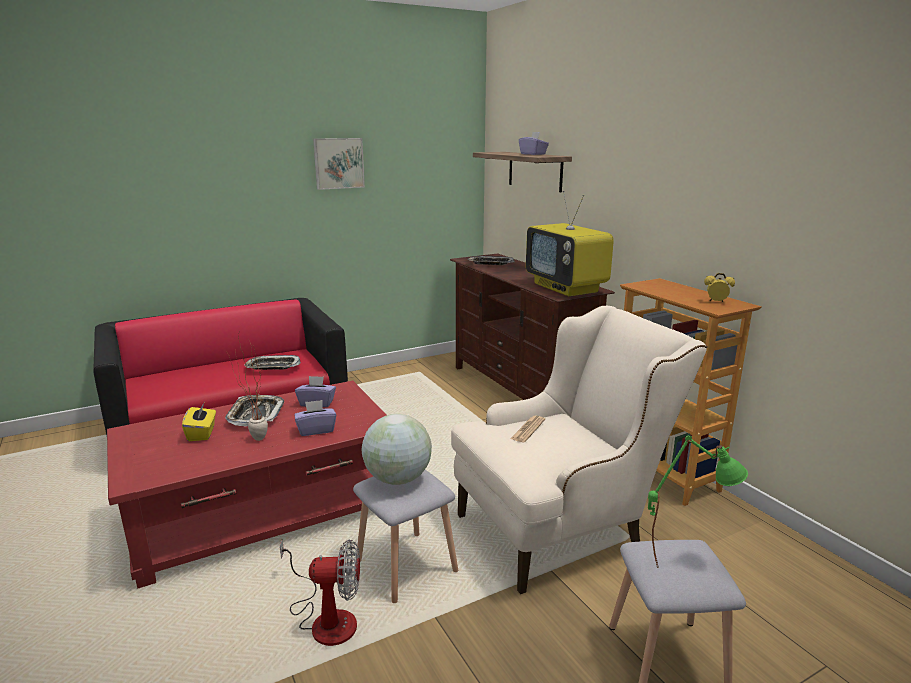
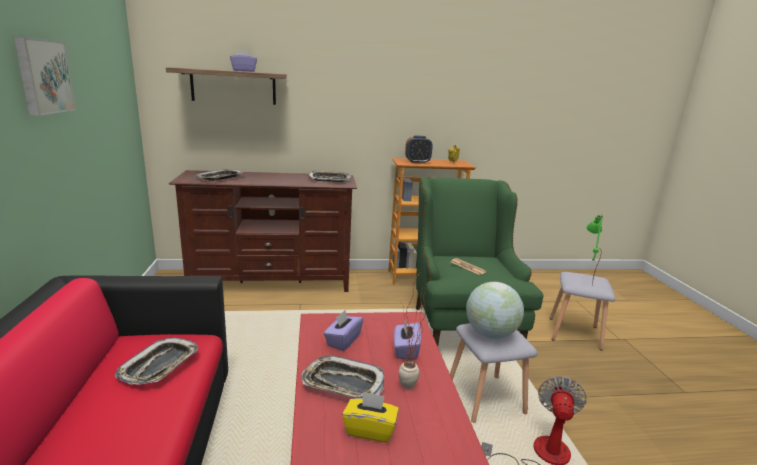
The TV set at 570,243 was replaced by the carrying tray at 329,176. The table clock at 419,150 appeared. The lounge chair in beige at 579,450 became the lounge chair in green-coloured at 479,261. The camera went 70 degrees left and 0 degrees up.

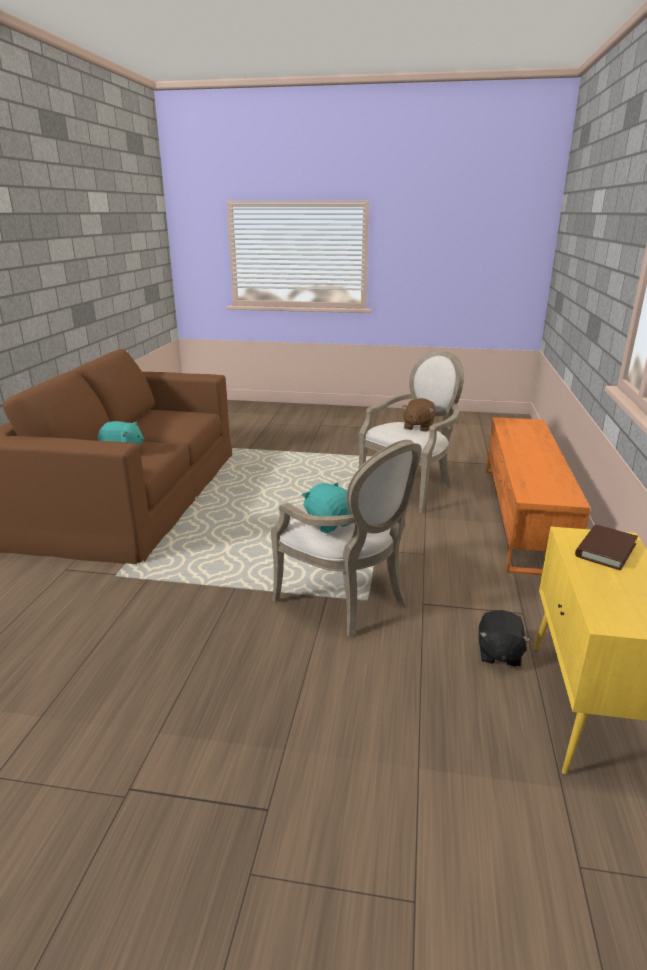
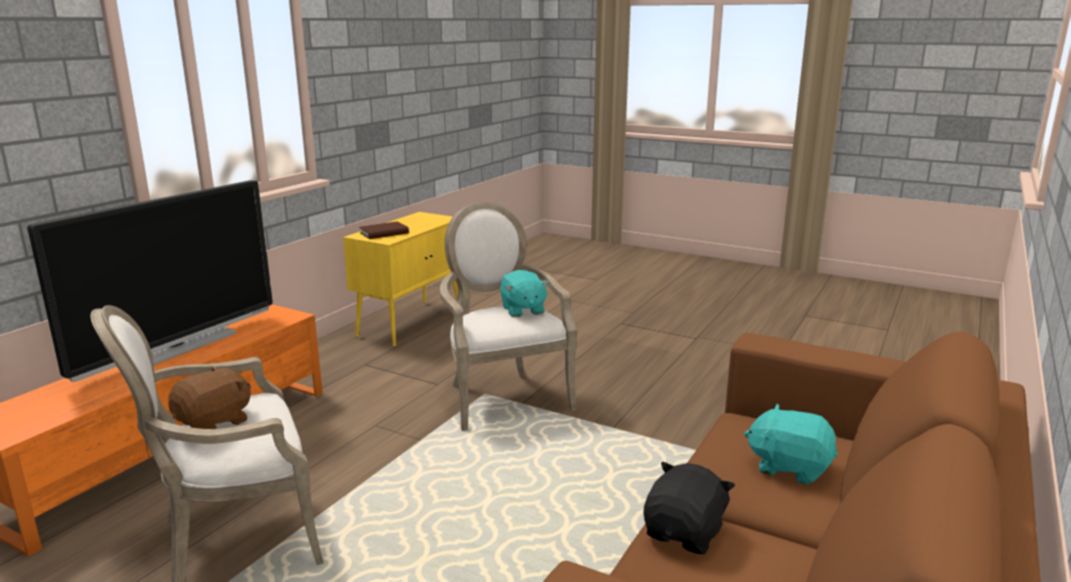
The TV set at 150,281 appeared. The soft toy in black moved from 505,638 to 689,508. The camera went 160 degrees left and 5 degrees down.

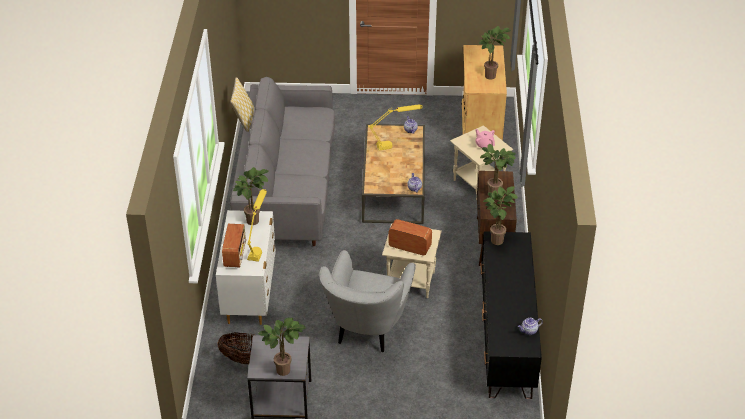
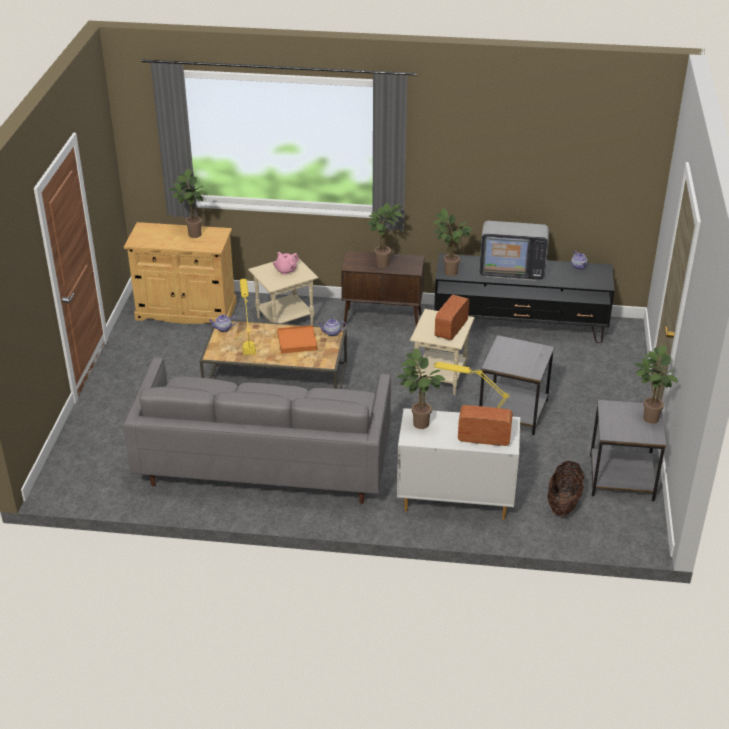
The carrying tray in orangey at 297,339 appeared. The TV set at 514,251 appeared. The lounge chair in greyish at 367,301 was replaced by the side table in greyish at 516,385. The pillow at 242,104 disappeared. The camera went 85 degrees left and 5 degrees down.

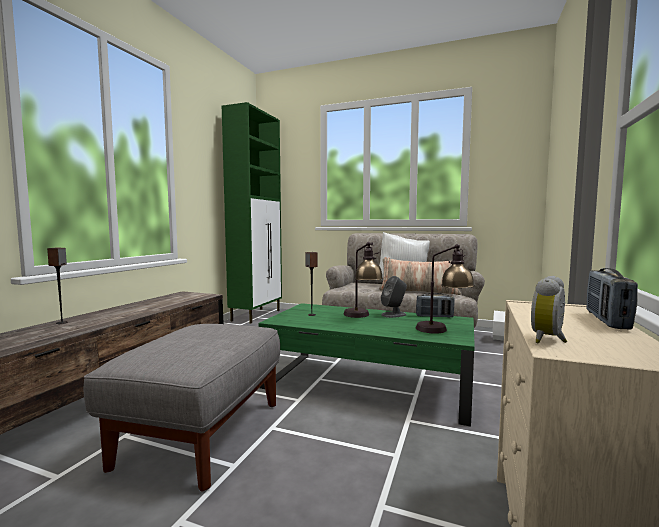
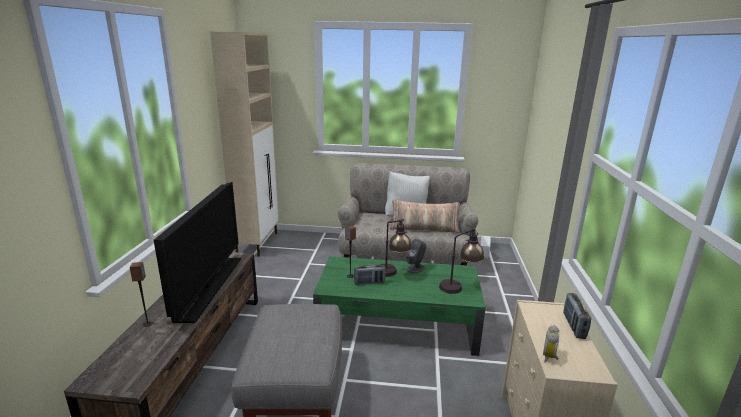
The TV set at 197,252 appeared. The cabinet in green-coloured at 252,213 became the cabinet in beige at 244,144. The radio receiver moved from 435,305 to 370,275. The camera went 15 degrees left and 15 degrees up.

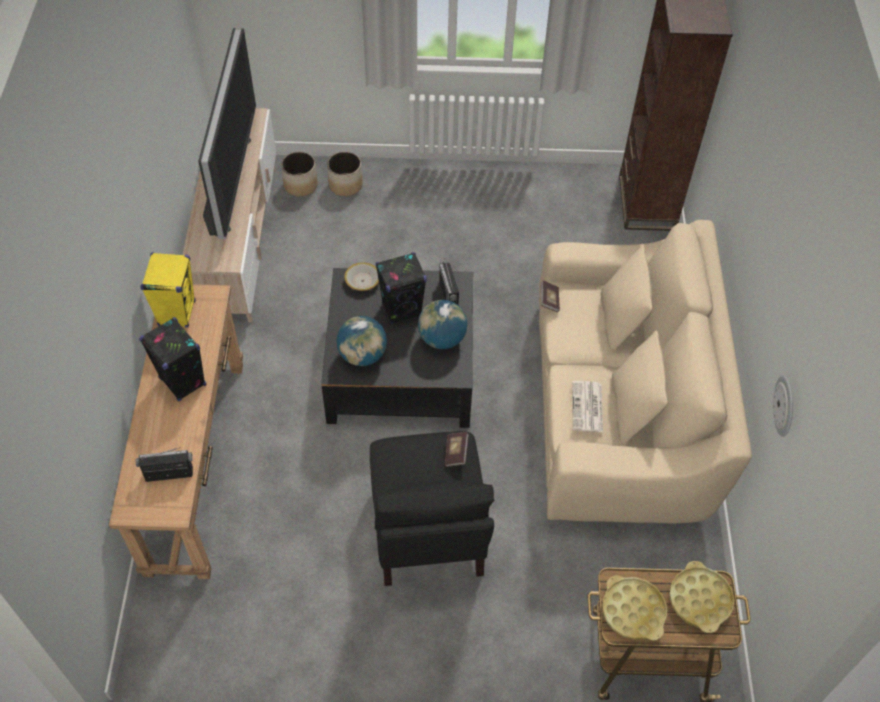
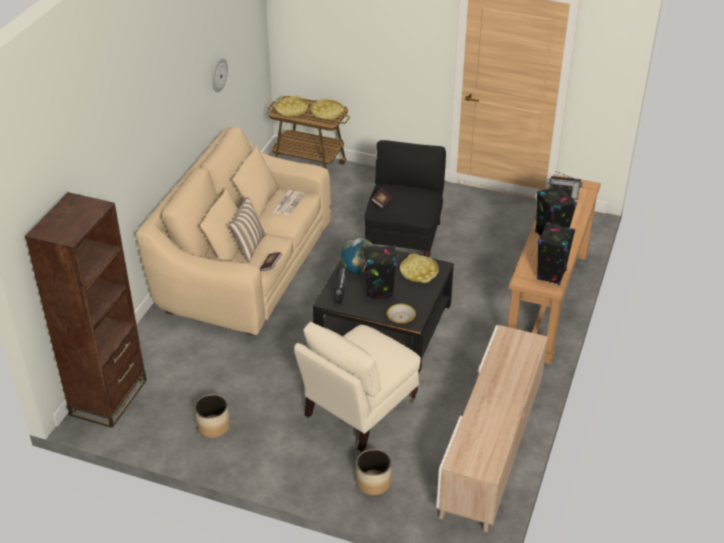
The plant pot moved from 299,174 to 212,416. The pillow at 247,230 appeared. The lounge chair in beige at 357,387 appeared. The globe at 362,341 was replaced by the carrying tray in yellow-coloured at 419,268. The loudspeaker in yellow-coloured at 167,290 became the loudspeaker in black at 556,254. The TV set at 227,133 disappeared. The camera went 160 degrees left and 15 degrees down.

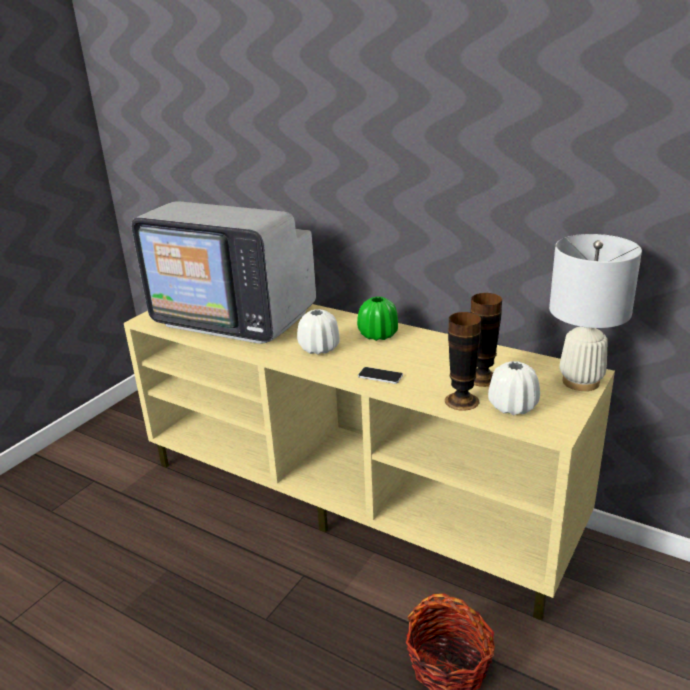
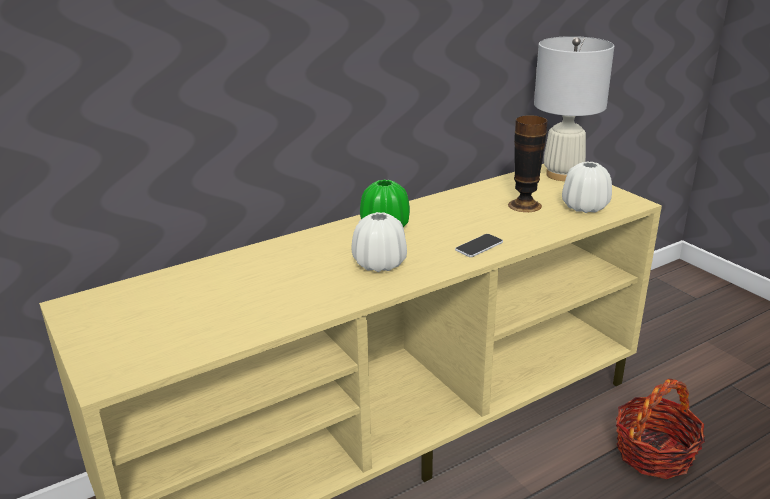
The TV set at 223,272 disappeared. The vase at 463,361 disappeared. The camera went 65 degrees left and 0 degrees up.

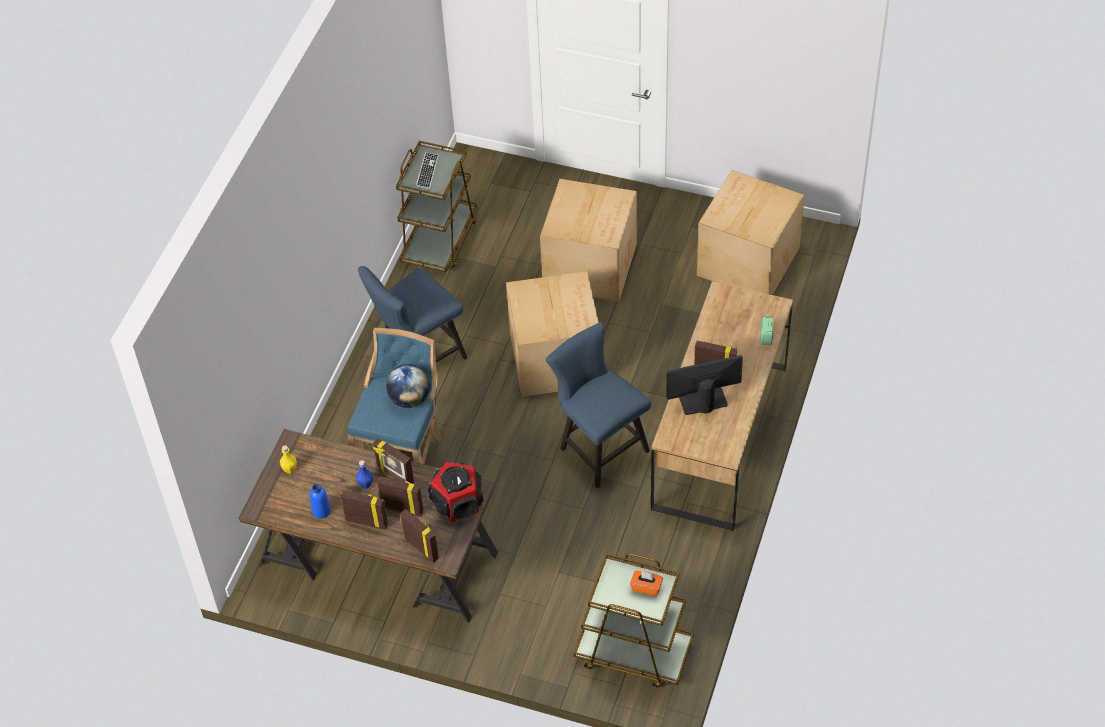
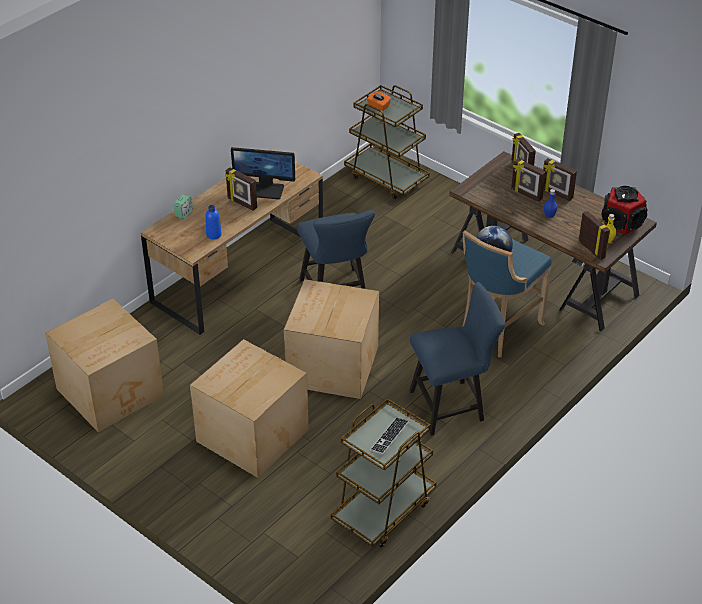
The drink bottle in blue moved from 320,501 to 213,222. The photo frame moved from 393,461 to 594,235. The loudspeaker moved from 455,492 to 624,210. The camera went 160 degrees left and 10 degrees down.

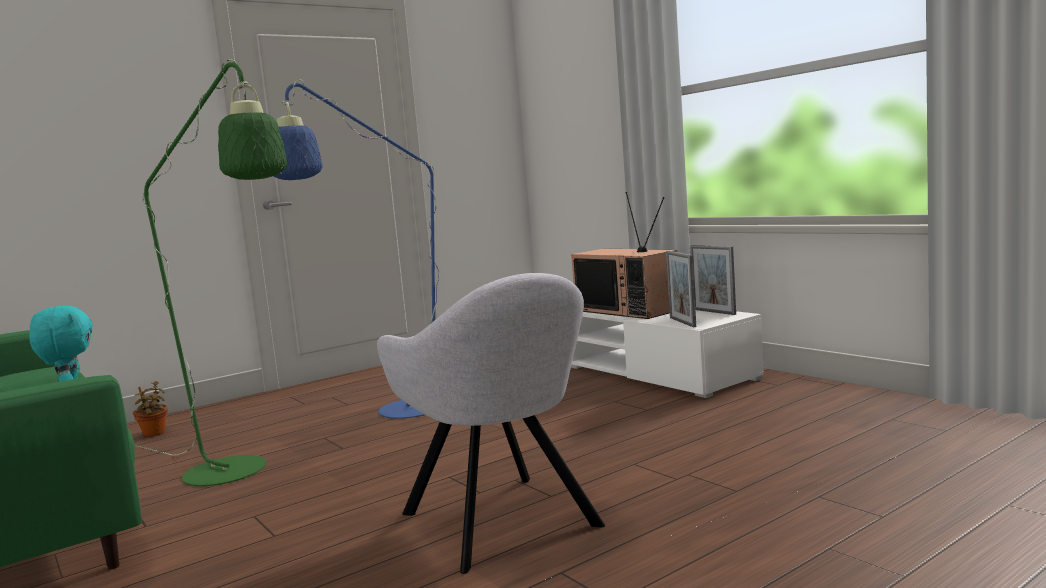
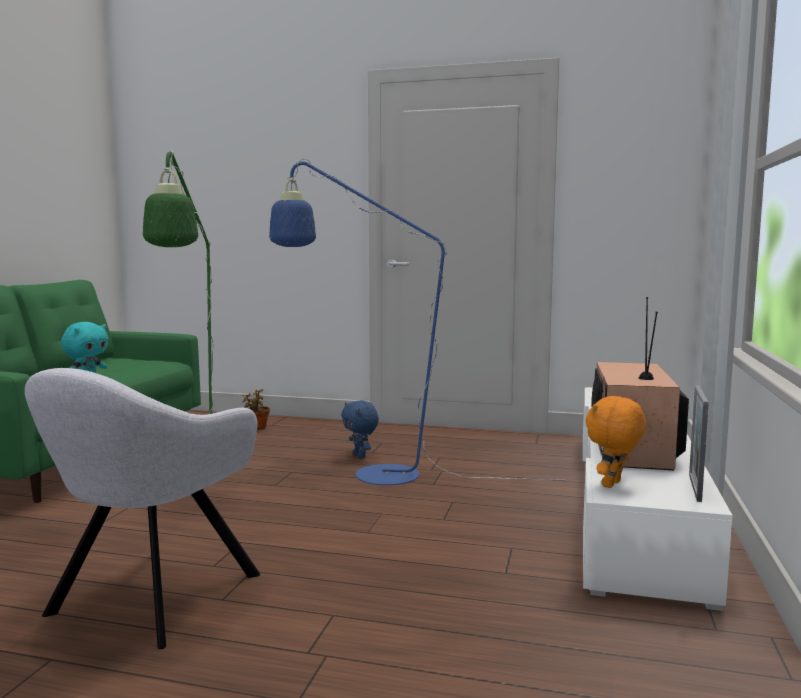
The soft toy in blue at 360,429 appeared. The photo frame at 681,289 was replaced by the soft toy in orangey at 616,442. The camera went 50 degrees right and 0 degrees up.

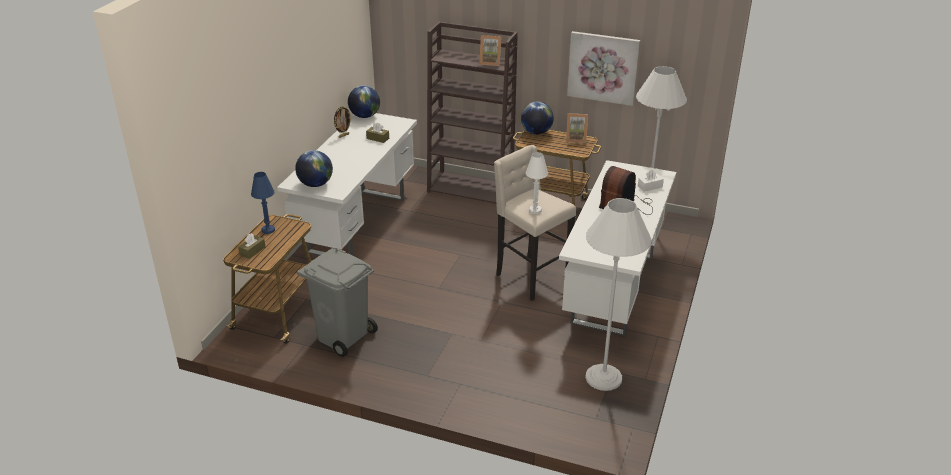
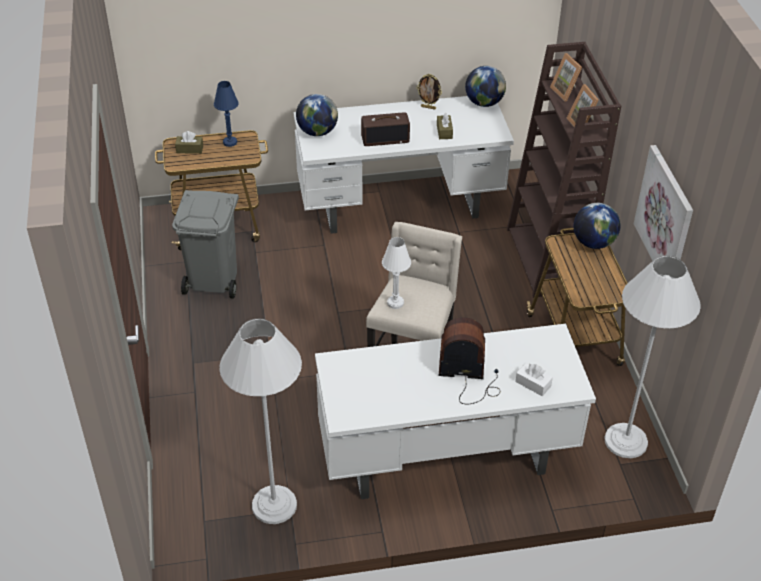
The radio receiver at 385,129 appeared. The photo frame moved from 577,128 to 566,77. The camera went 60 degrees right and 10 degrees up.

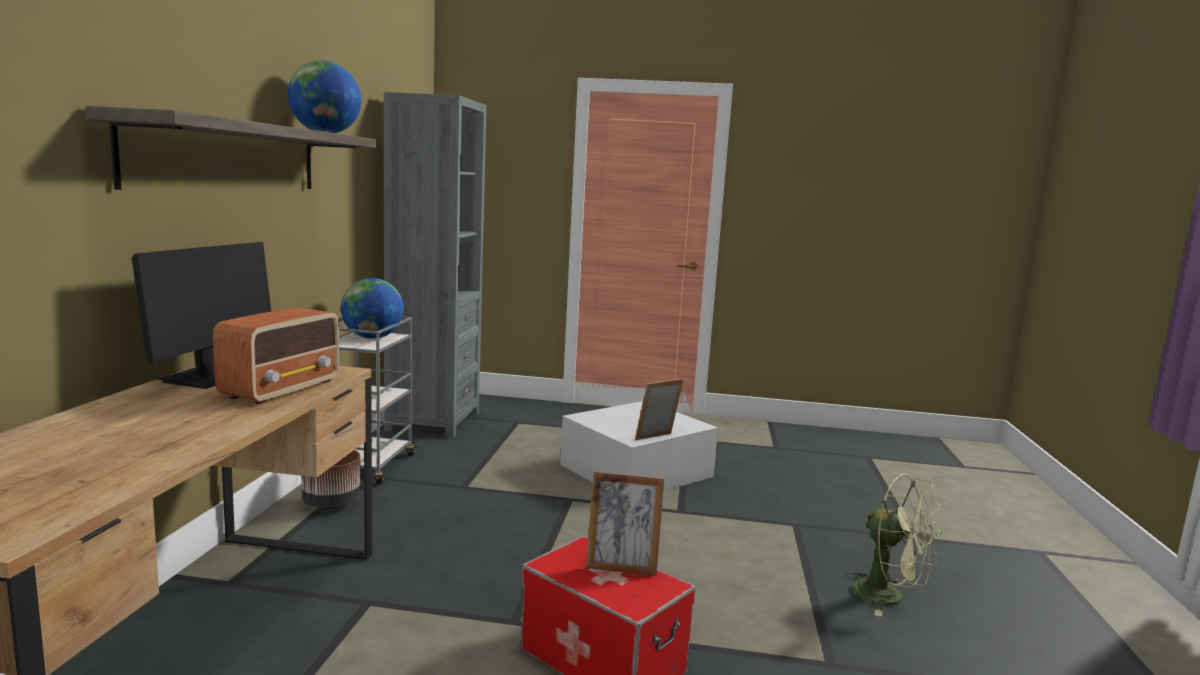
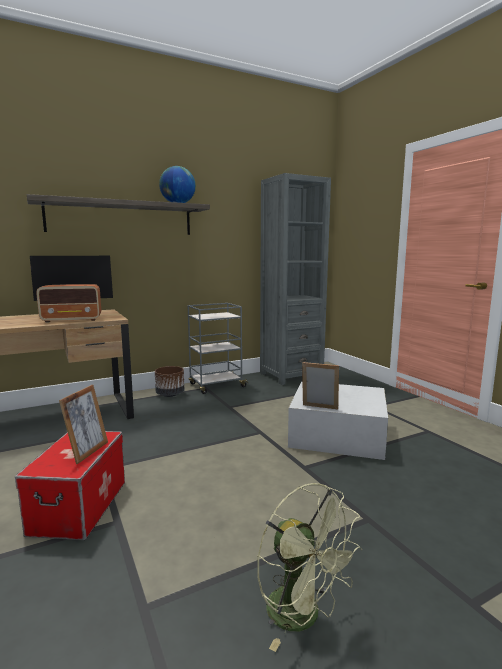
The photo frame at 625,523 turned 135 degrees counterclockwise. The electric fan in green-coloured at 893,545 turned 45 degrees counterclockwise. The globe at 372,308 disappeared. The camera went 55 degrees right and 0 degrees up.

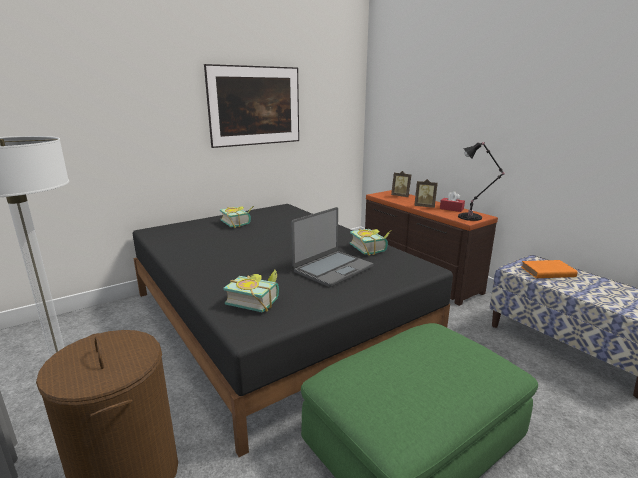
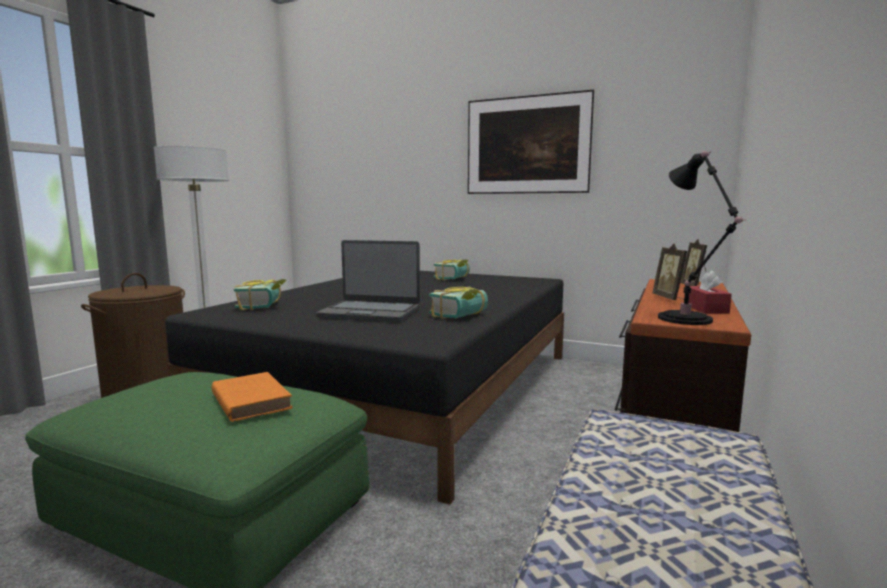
The book in orangey moved from 549,269 to 252,397. The camera went 60 degrees right and 10 degrees down.

